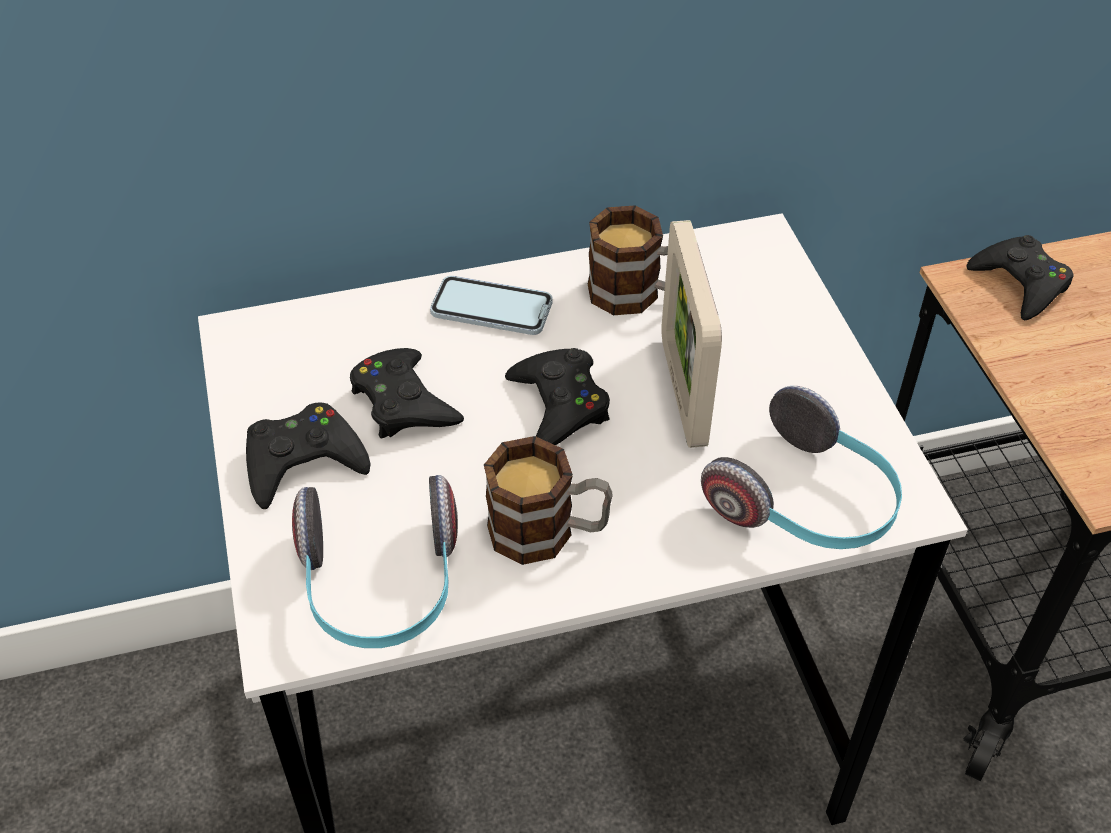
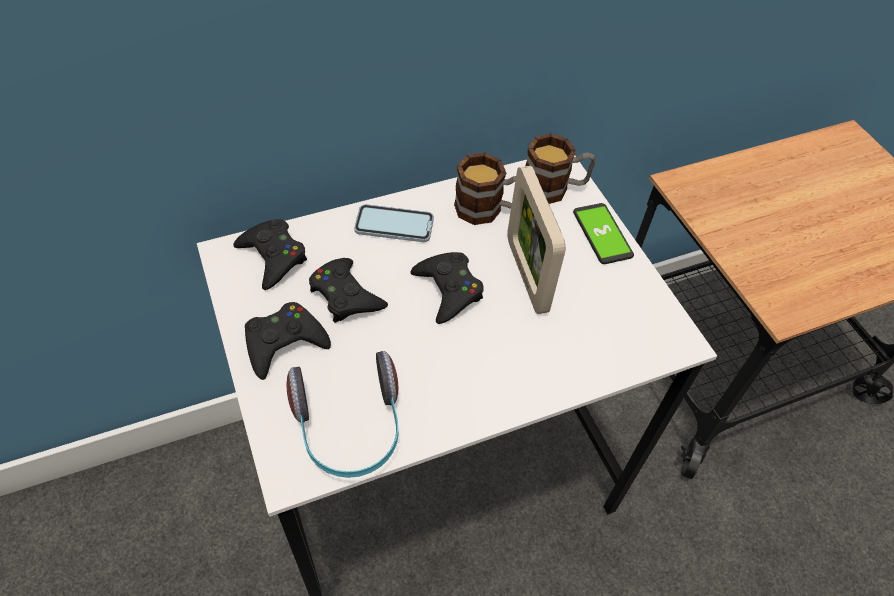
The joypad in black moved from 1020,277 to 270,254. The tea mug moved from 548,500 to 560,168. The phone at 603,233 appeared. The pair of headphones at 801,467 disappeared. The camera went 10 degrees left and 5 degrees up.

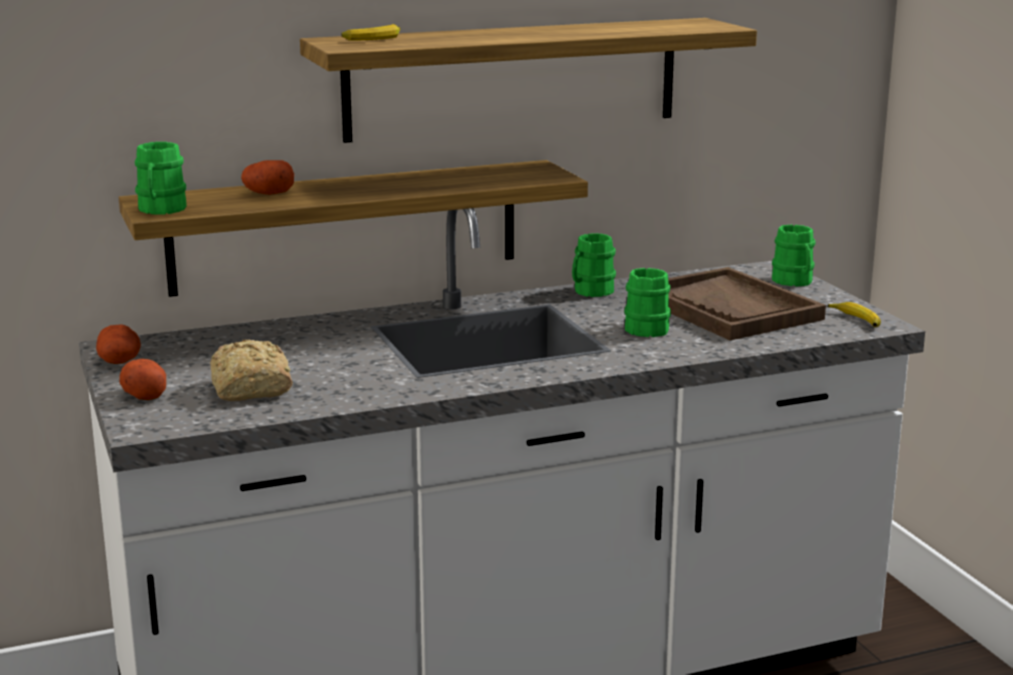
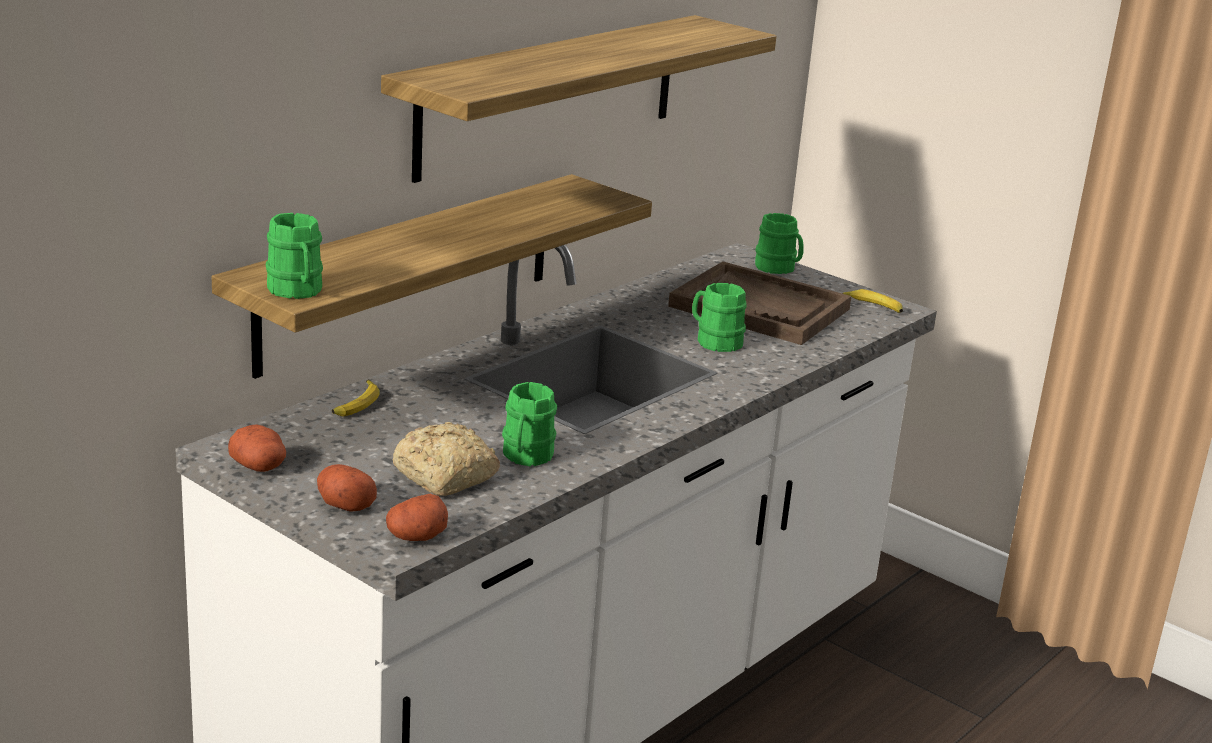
The banana moved from 371,32 to 356,398. The potato moved from 267,177 to 417,517. The tea mug in green-coloured moved from 594,265 to 529,424. The camera went 30 degrees left and 5 degrees up.

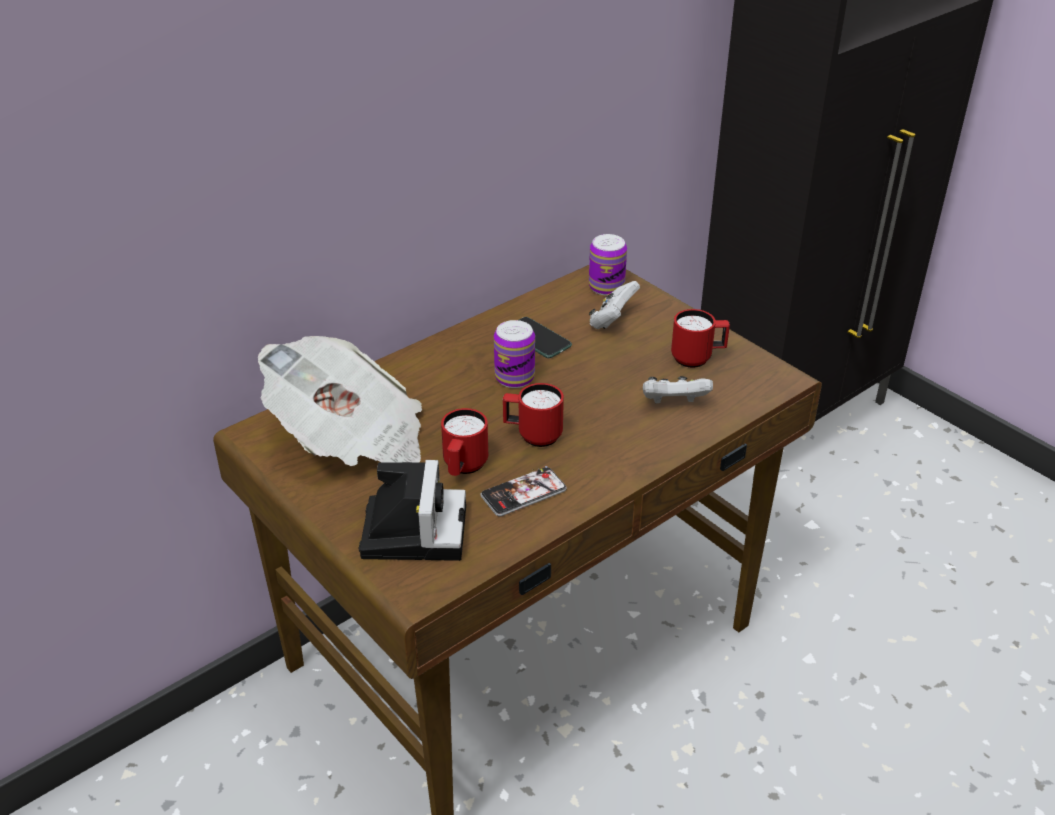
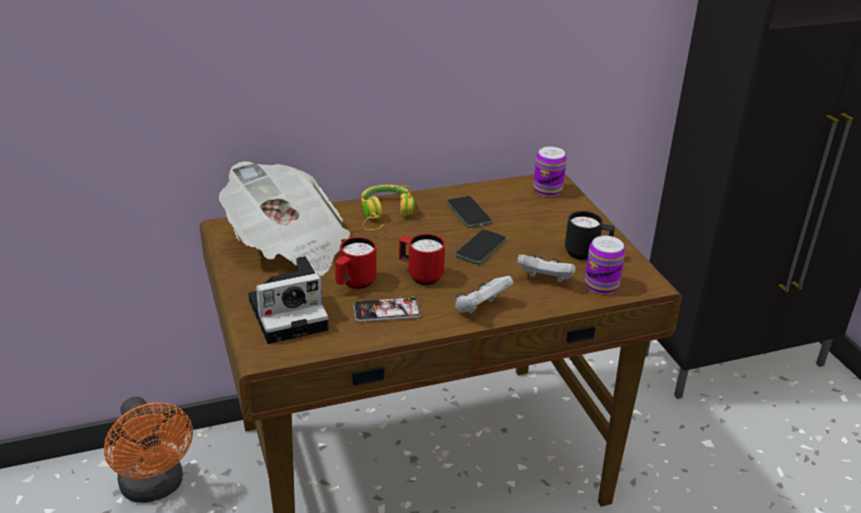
The electric fan in orangey at 148,450 appeared. The still camera at 412,510 turned 45 degrees clockwise. The pair of headphones in yellow-coloured at 388,207 appeared. The phone at 481,246 appeared. The joypad in white-coloured moved from 614,305 to 484,295. The tea mug in red at 700,338 became the tea mug in black at 590,235. The metal can moved from 514,354 to 605,265. The camera went 20 degrees right and 5 degrees down.

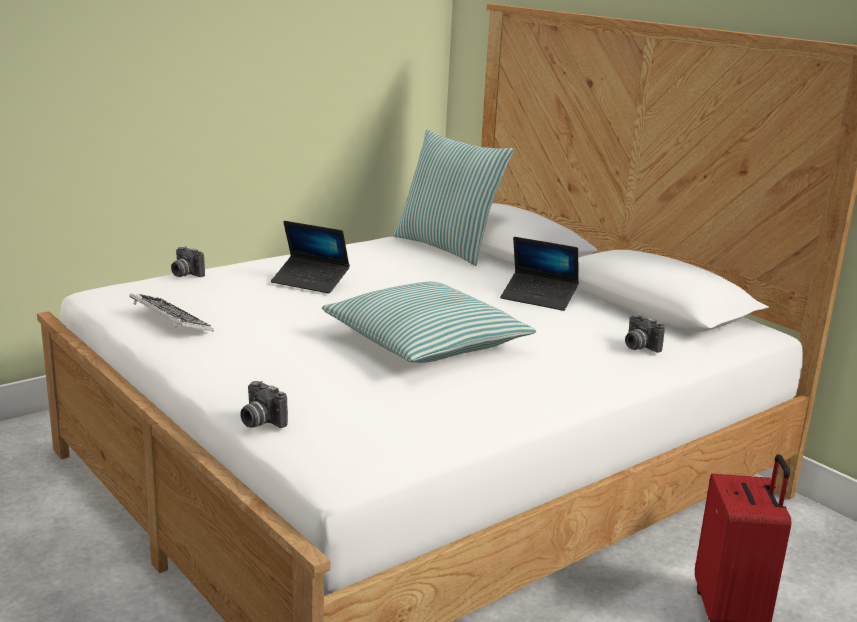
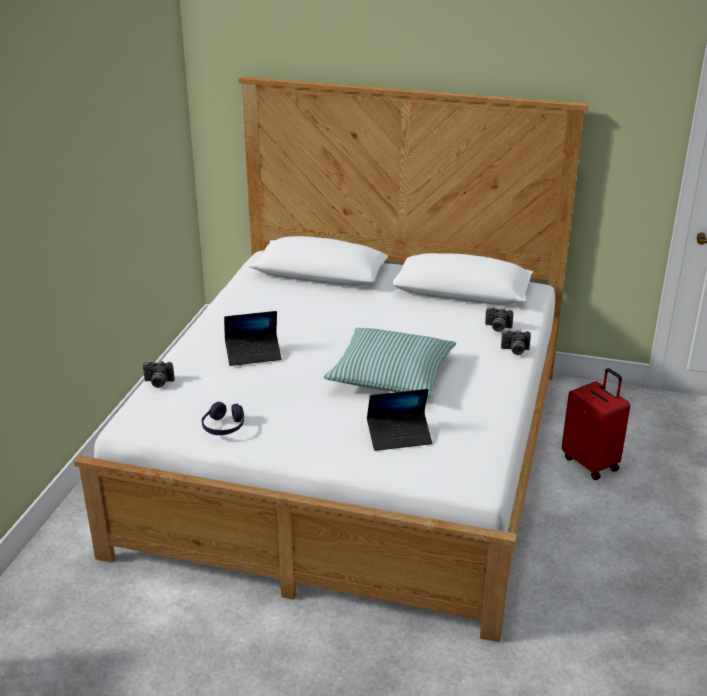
The PC keyboard at 171,312 was replaced by the pair of headphones in purple at 223,418. The laptop moved from 539,274 to 399,420. The still camera moved from 264,404 to 516,342. The pillow at 453,197 disappeared. The camera went 35 degrees left and 10 degrees up.

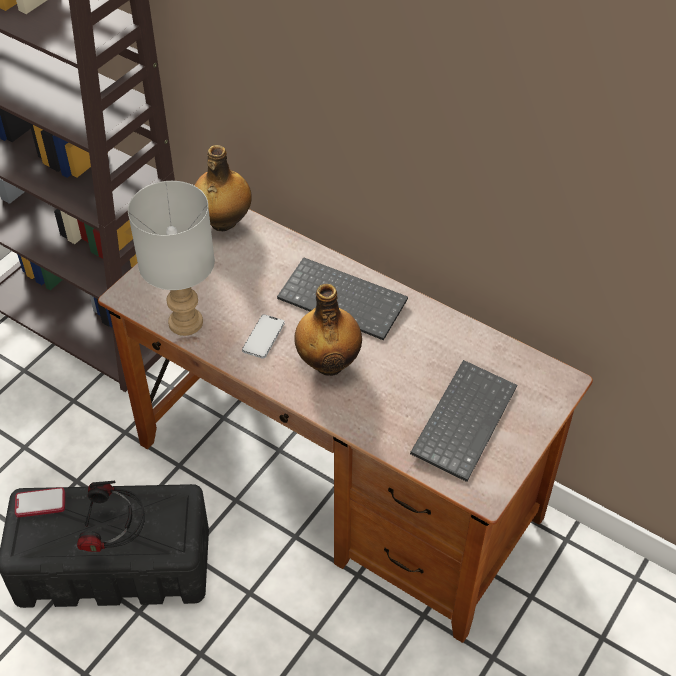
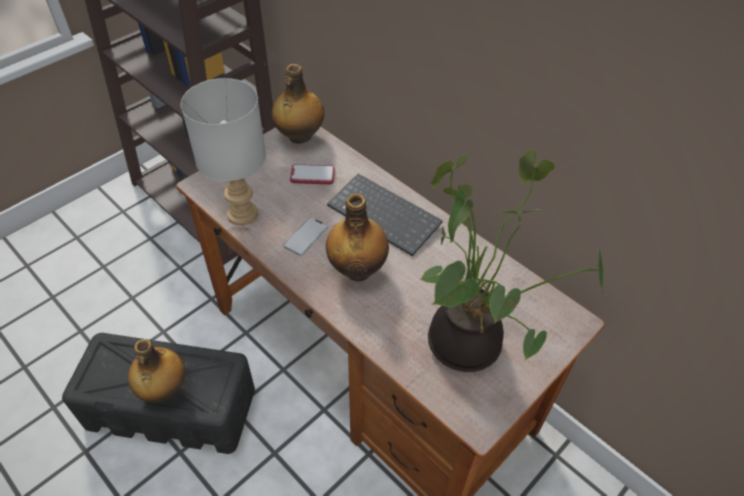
The pair of headphones at 111,516 was replaced by the drink bottle at 156,371. The phone moved from 40,502 to 312,174. The PC keyboard at 463,421 was replaced by the potted plant at 512,260. The camera went 10 degrees right and 0 degrees up.

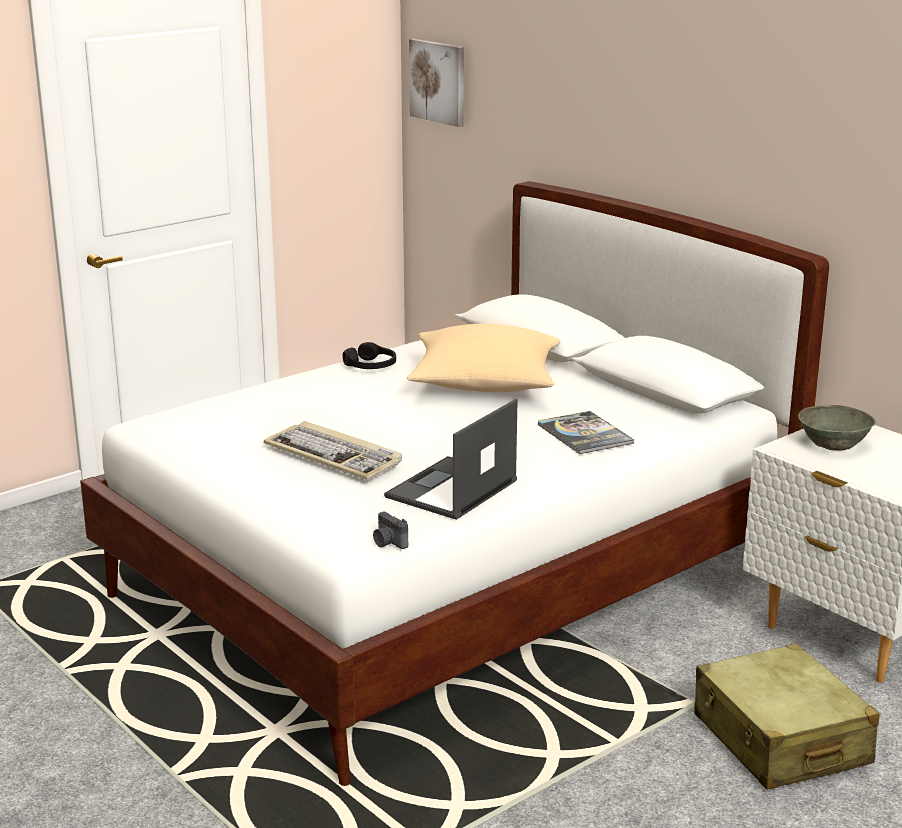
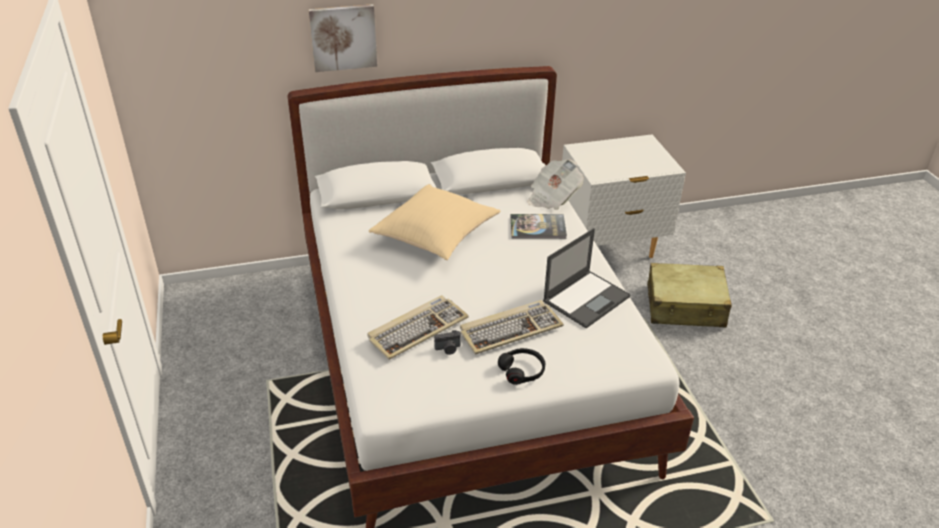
The wall picture moved from 436,83 to 343,38. The PC keyboard at 418,327 appeared. The still camera moved from 390,530 to 447,342. The pair of headphones in black moved from 369,355 to 521,366. The printed paper at 555,184 appeared. The laptop at 451,459 turned 105 degrees counterclockwise. The bowl in greyish at 837,428 disappeared. The camera went 65 degrees left and 15 degrees up.

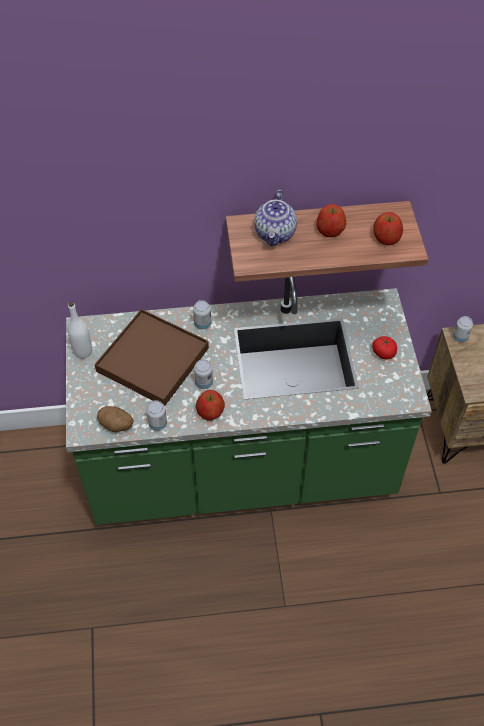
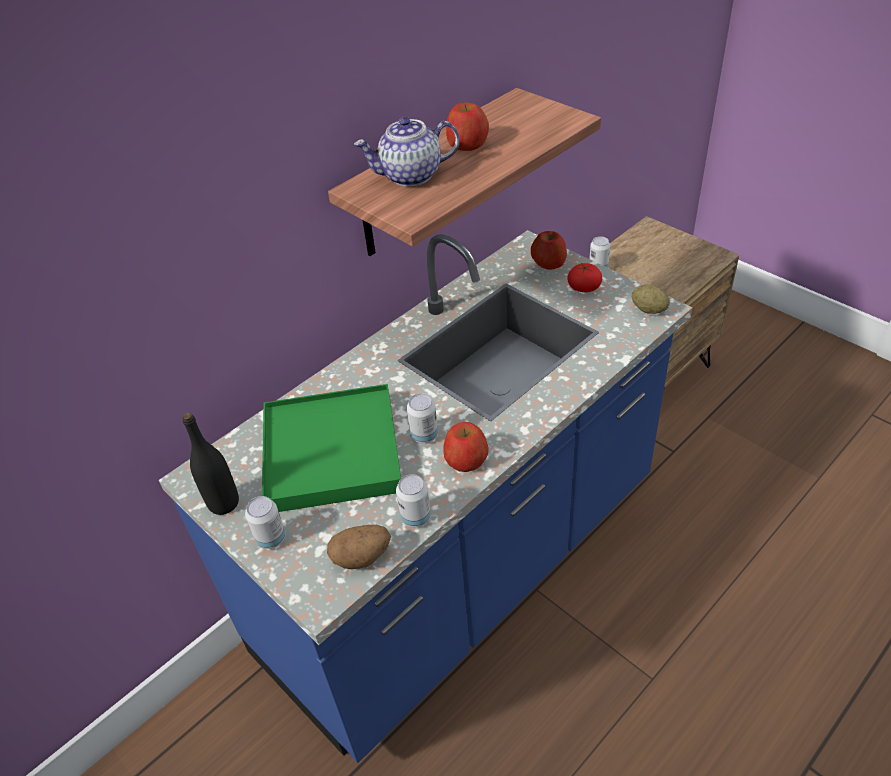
The kitchen base unit in green-coloured at 249,401 became the kitchen base unit in blue at 426,496. The drink bottle in white-coloured at 80,330 became the drink bottle in black at 210,463. The metal can moved from 202,315 to 265,522. The carrying tray in brown-coloured at 152,357 became the carrying tray in green-coloured at 331,448. The teapot at 275,217 turned 105 degrees clockwise. The whole apple moved from 388,228 to 548,250. The potato at 651,299 appeared. The camera went 35 degrees left and 10 degrees down.

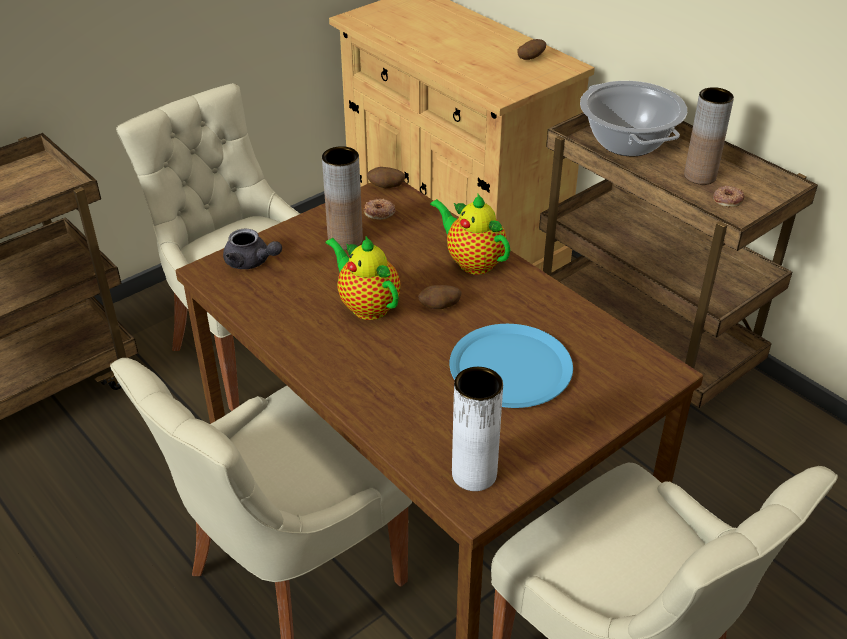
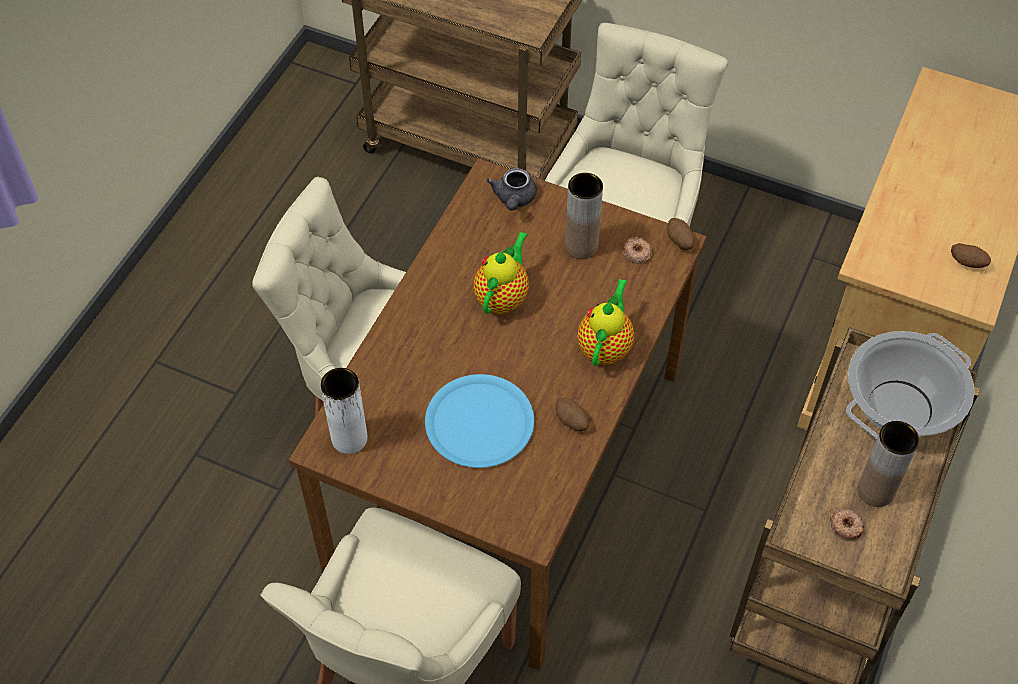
The potato moved from 439,297 to 572,415. The camera went 65 degrees right and 15 degrees up.

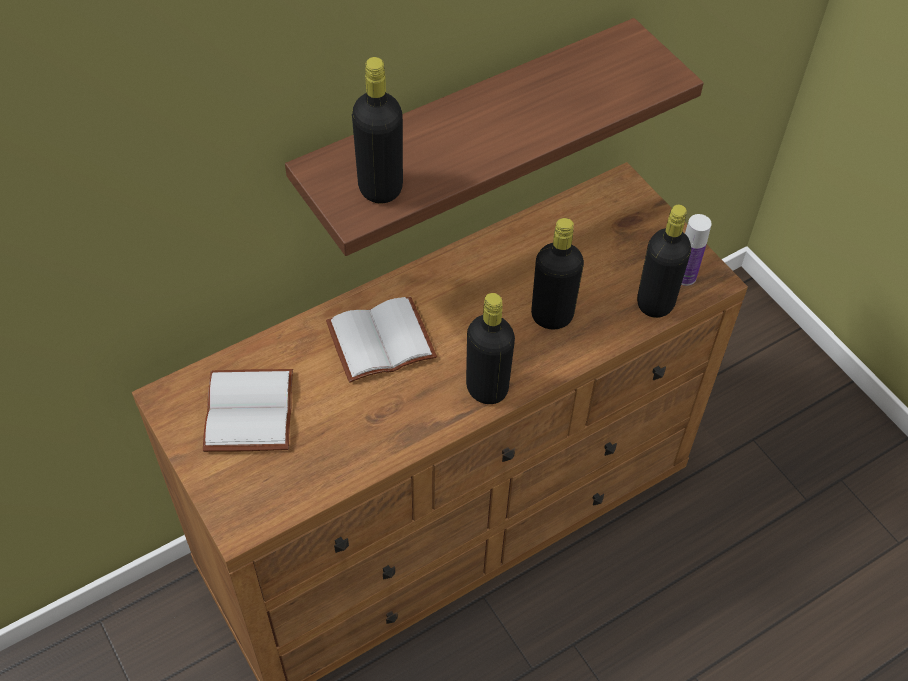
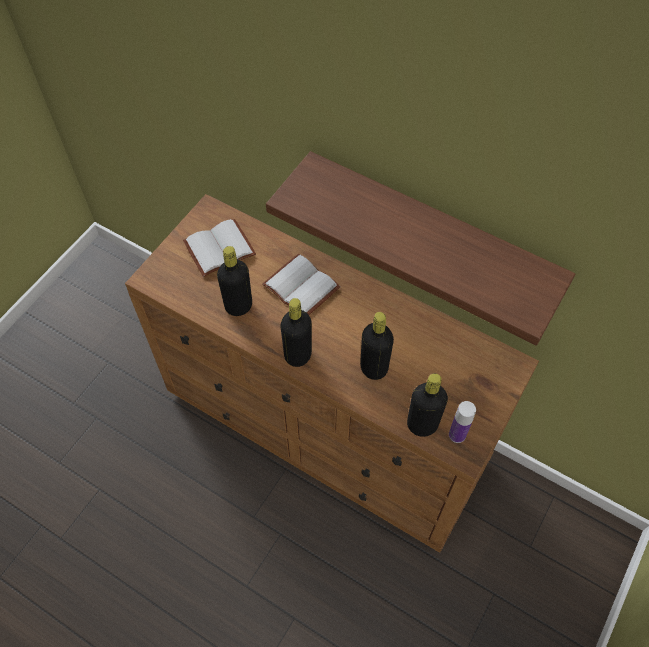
The drink bottle in black moved from 377,130 to 234,281. The camera went 65 degrees right and 5 degrees up.

